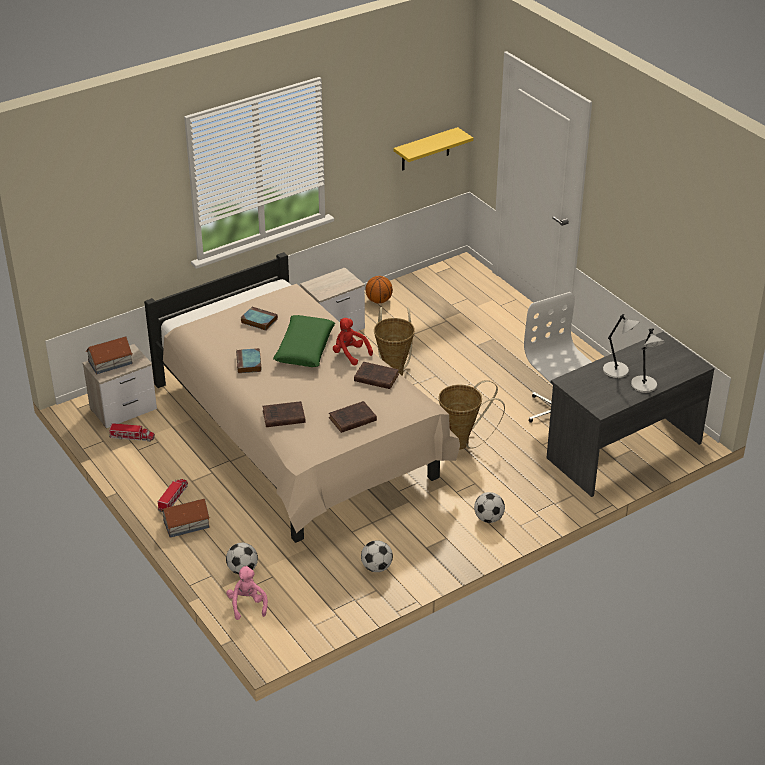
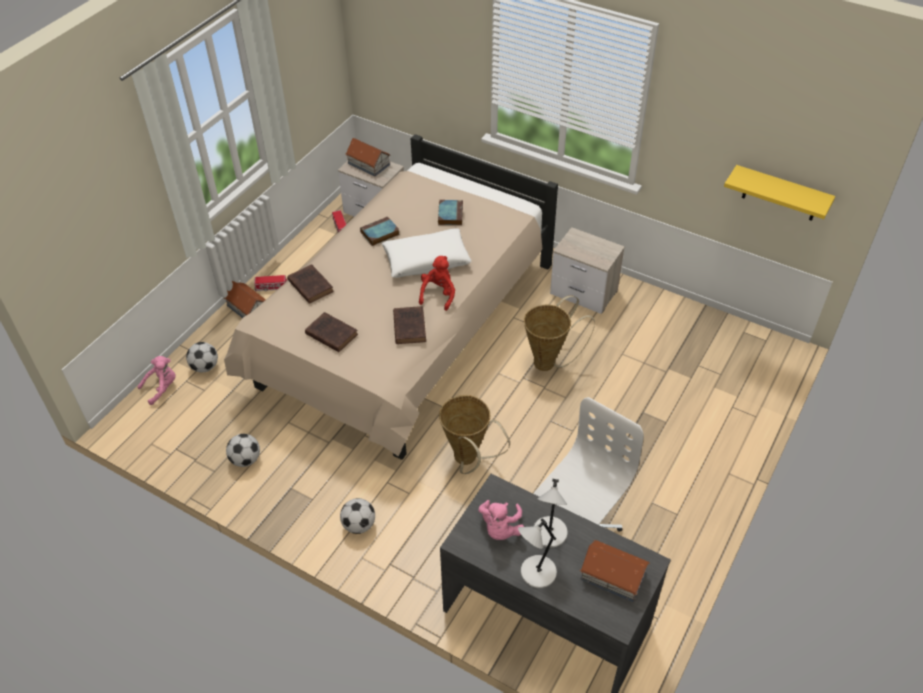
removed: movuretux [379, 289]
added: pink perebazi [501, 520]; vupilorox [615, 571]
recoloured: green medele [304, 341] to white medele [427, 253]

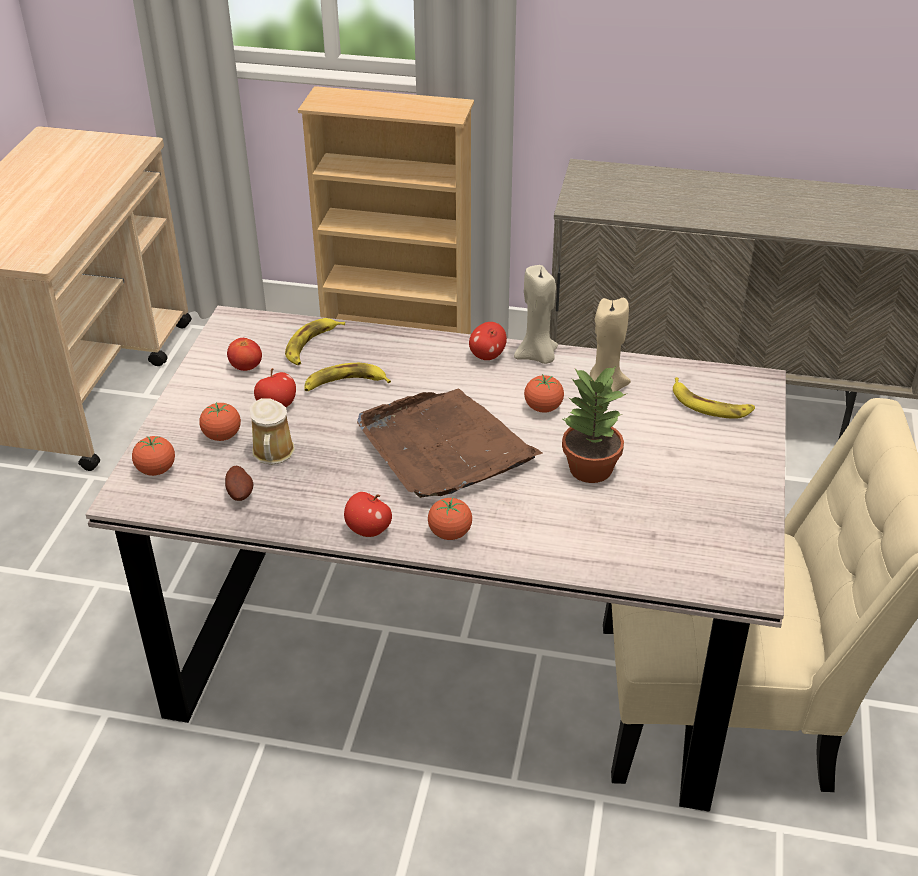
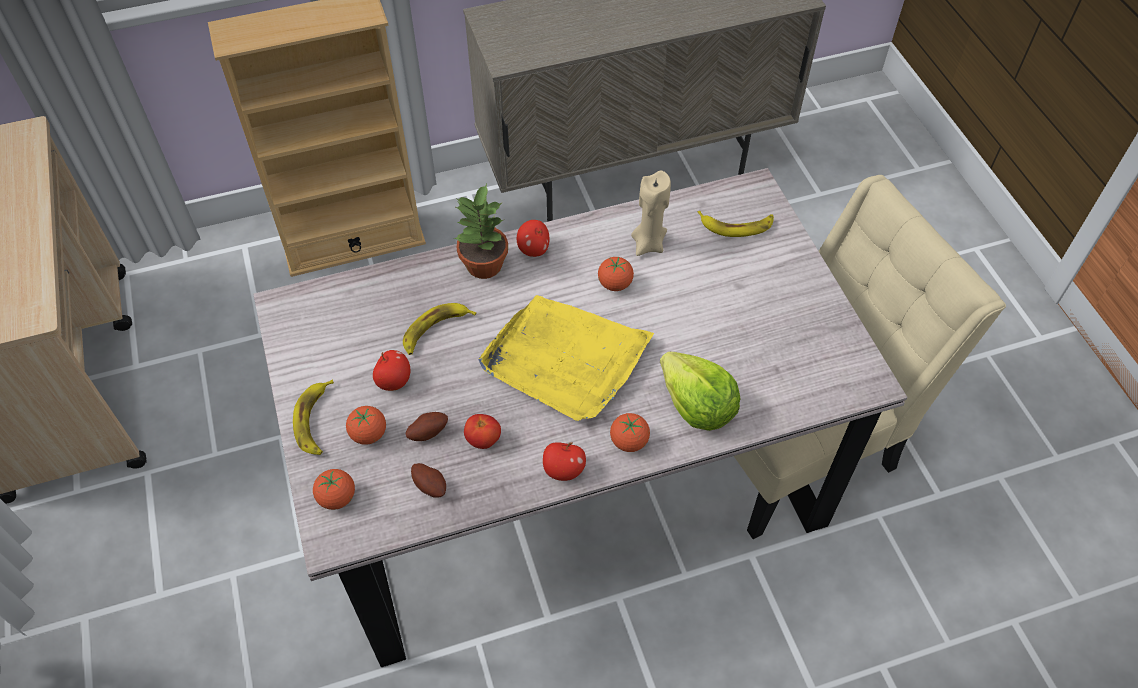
removed: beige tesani [536, 314]
added: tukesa [700, 391]
moved: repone [244, 354] to [482, 431]; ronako [315, 341] to [313, 417]; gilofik [594, 424] to [481, 231]
replaced: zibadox [272, 431] to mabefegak [427, 426]
recoloured: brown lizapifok [450, 443] to yellow lizapifok [566, 358]

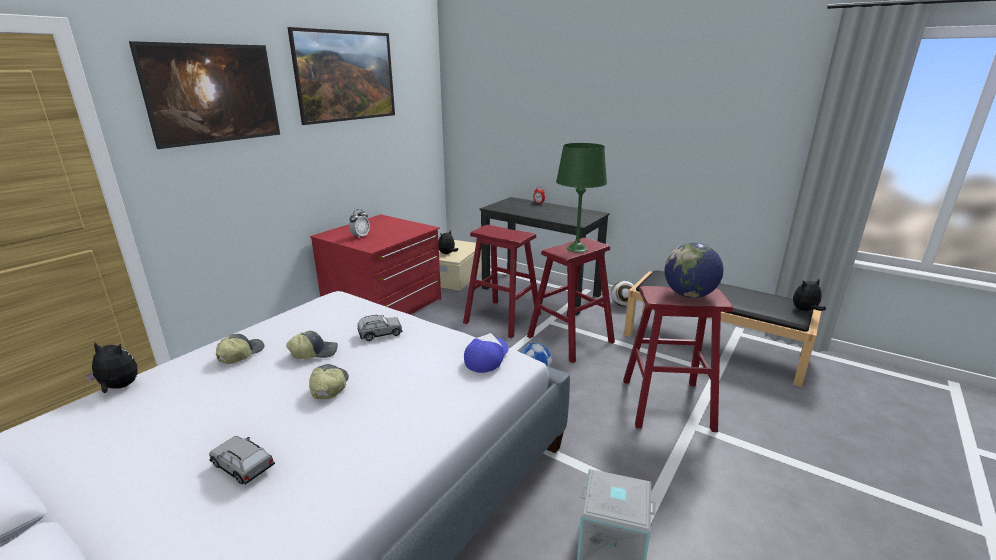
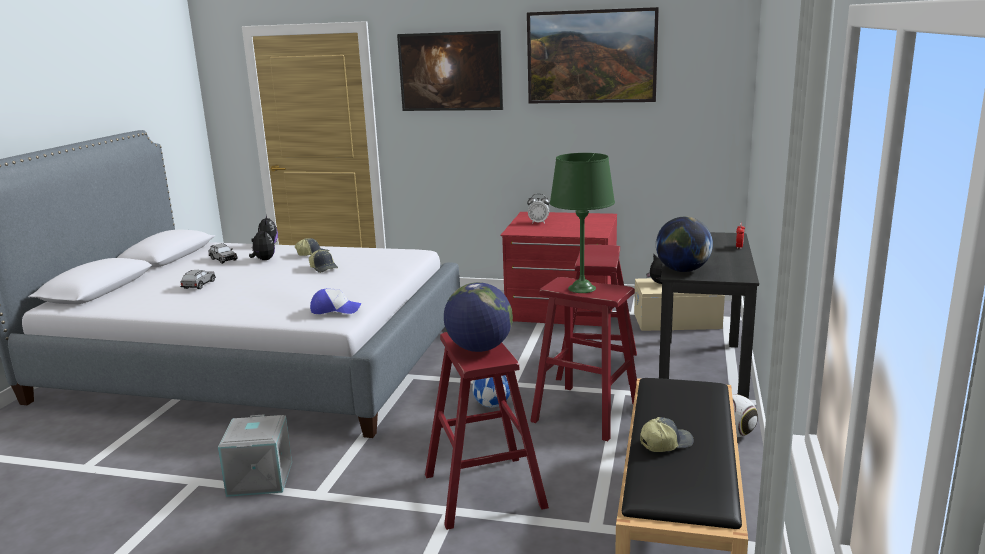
added: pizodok [684, 244]
moved: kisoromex [329, 381] to [667, 434]; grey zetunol [379, 328] to [223, 253]; perebazi [809, 294] to [262, 244]

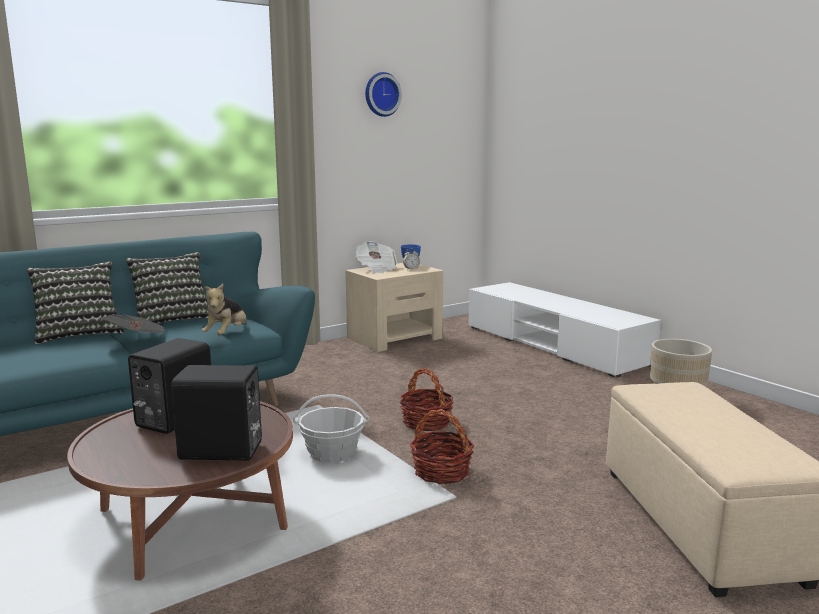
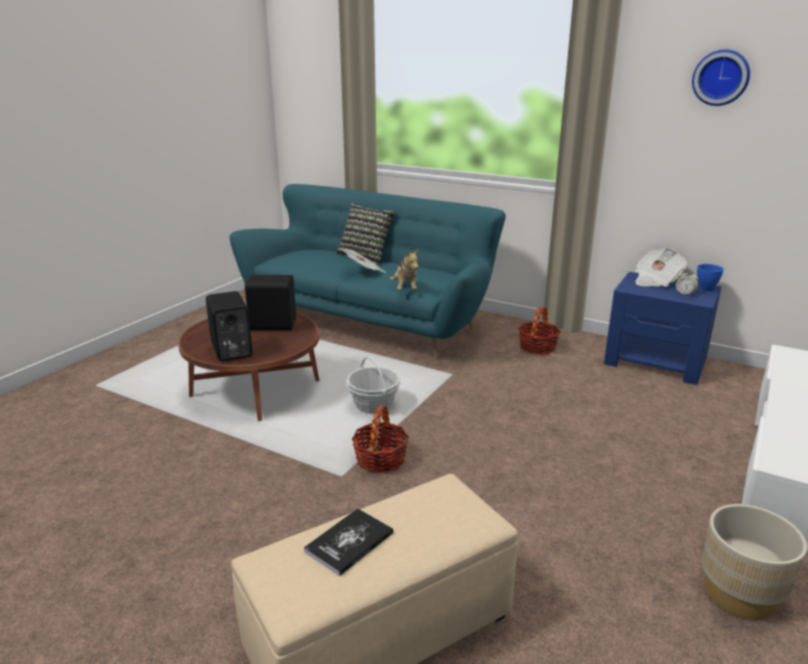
removed: medele [167, 287]
added: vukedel [348, 542]
moved: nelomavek [427, 400] to [539, 330]
recoloured: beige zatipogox [394, 307] to blue zatipogox [663, 328]
turned: perebazi [224, 309] = [404, 269] 90 degrees counterclockwise

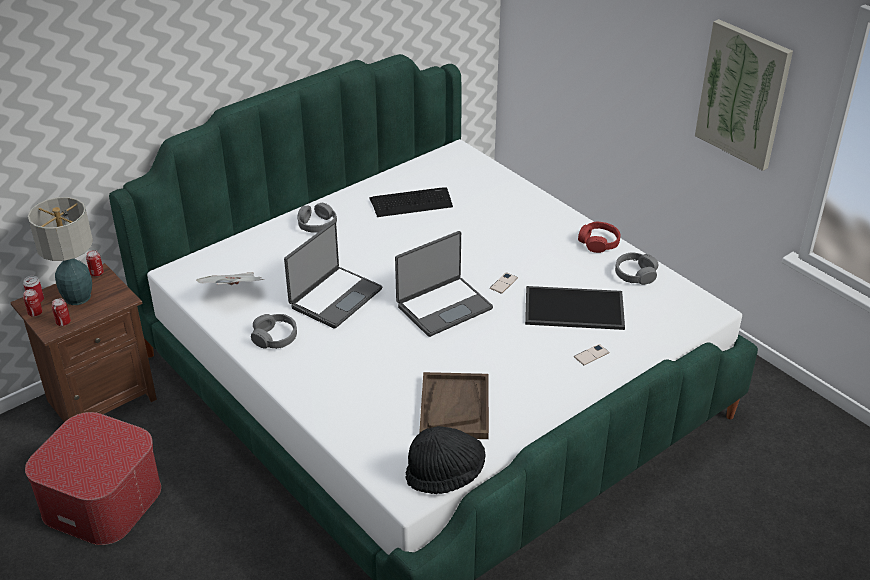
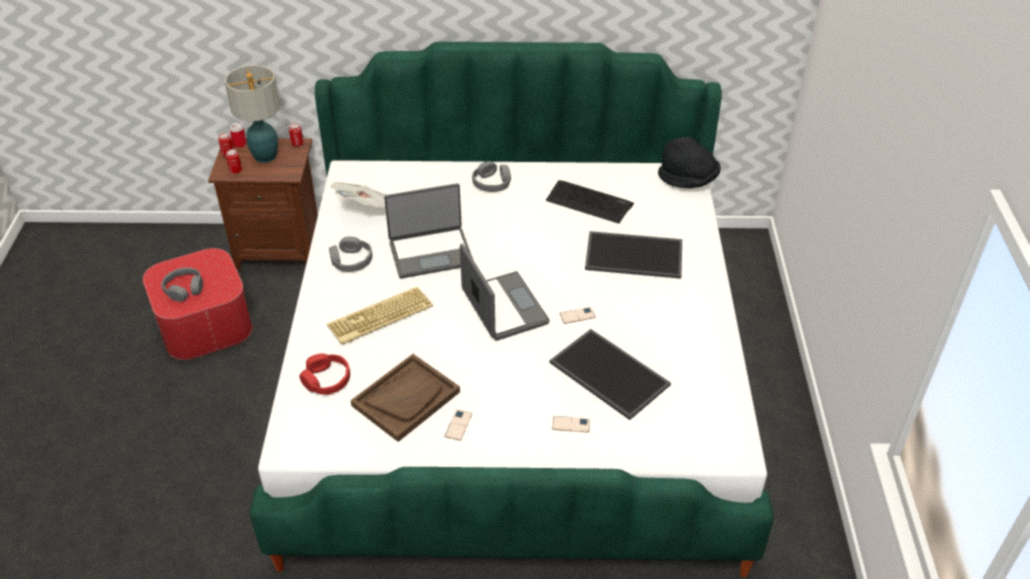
removed: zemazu [744, 95]
added: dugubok [380, 315]; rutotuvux [458, 425]; lizapifok [633, 255]
moved: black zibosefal [445, 460] to [689, 162]; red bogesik [599, 237] to [324, 374]; grey bogesik [636, 268] to [182, 285]
turned: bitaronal [444, 284] = [505, 292] 120 degrees counterclockwise

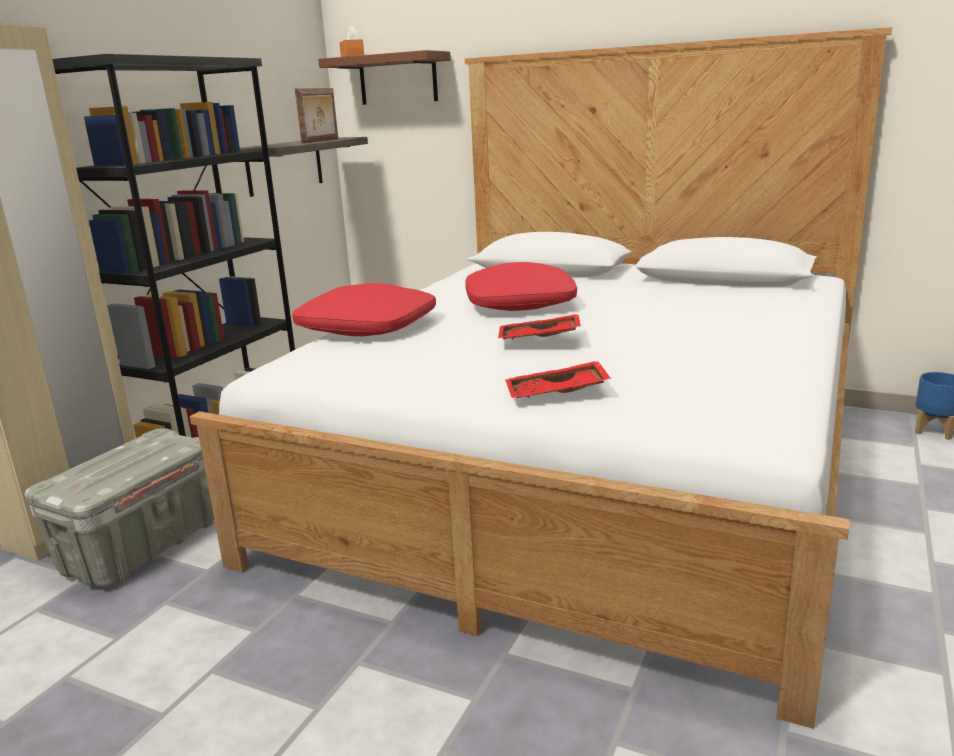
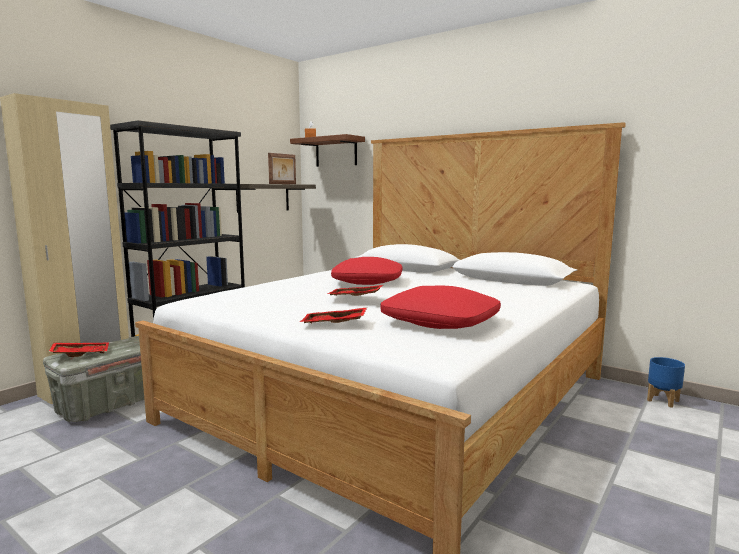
added: red lizapifok [79, 349]
moved: red medele [364, 309] to [440, 307]

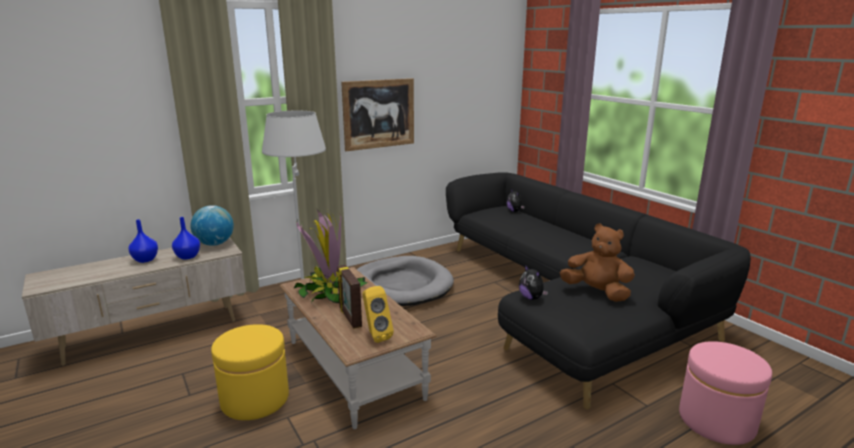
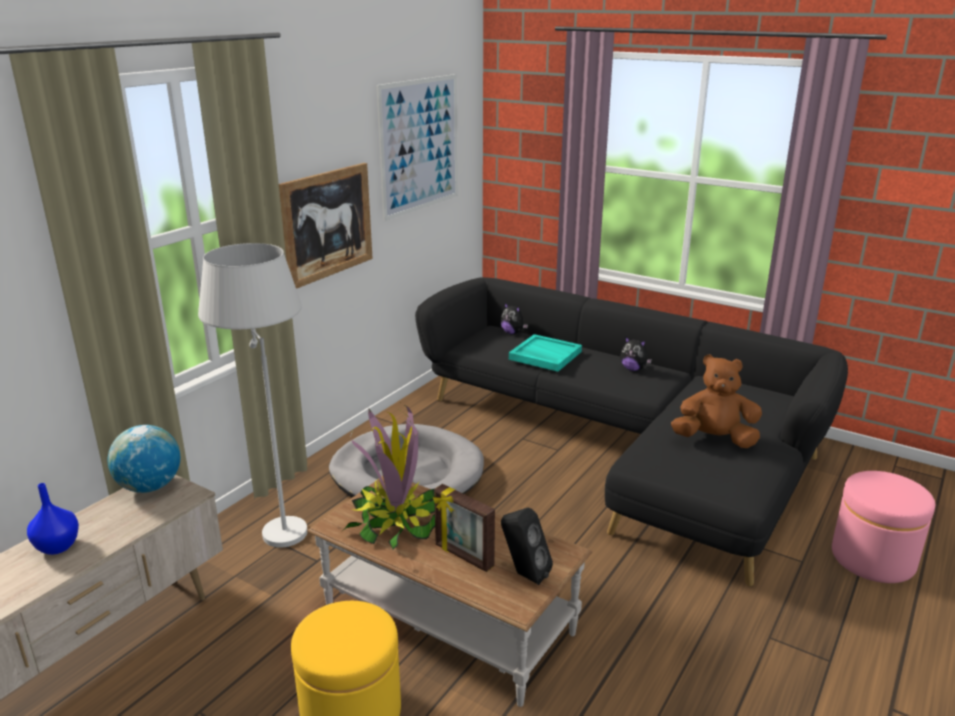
removed: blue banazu [186, 238]
added: zemazu [417, 147]; turquoise lizapifok [545, 353]
moved: perebazi [533, 282] to [636, 353]
recoloured: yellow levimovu [378, 314] to black levimovu [527, 546]

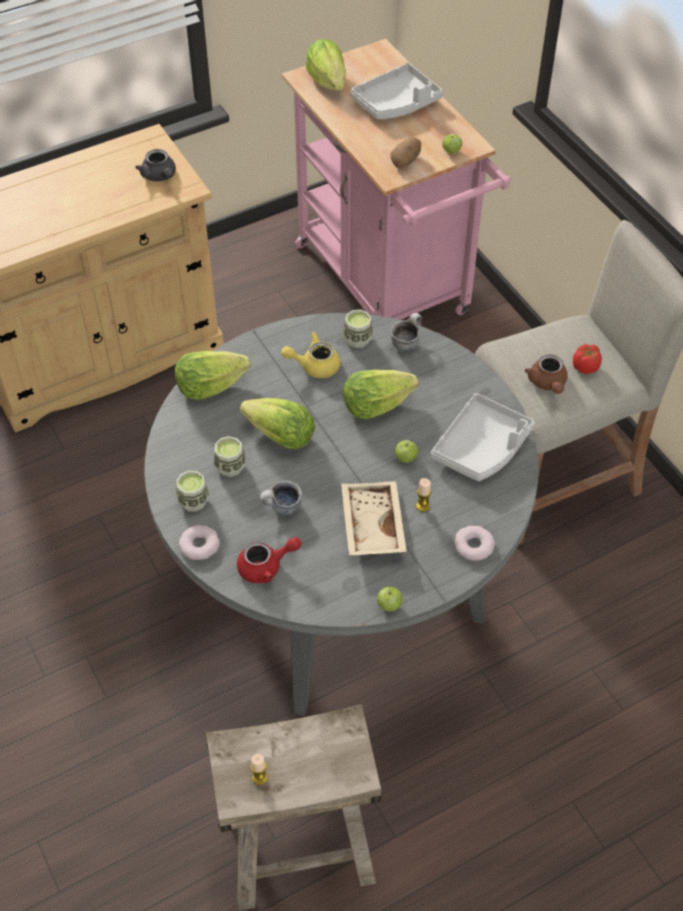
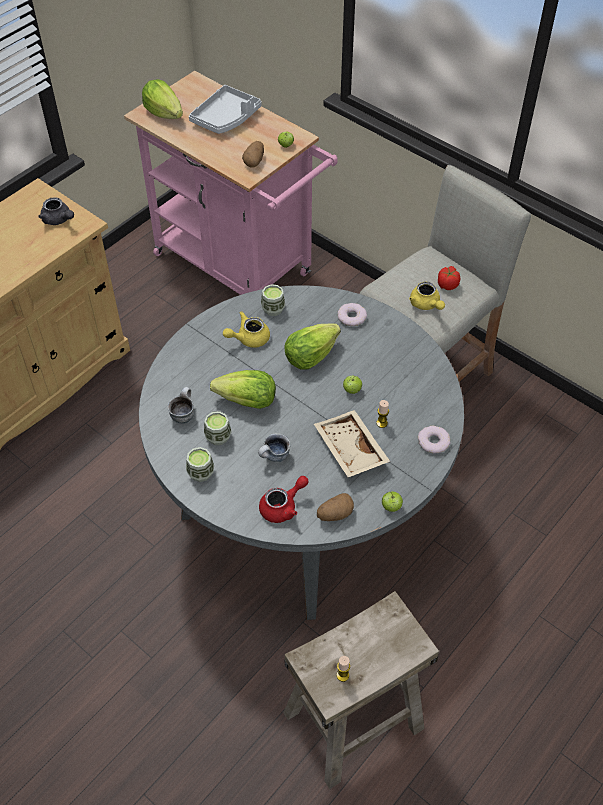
removed: tukesa [212, 375]; grey lizapifok [483, 437]
added: mabefegak [335, 507]
moved: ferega [199, 542] to [352, 314]; zibadox [406, 332] to [181, 405]
recoloured: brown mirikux [546, 374] to yellow mirikux [427, 296]

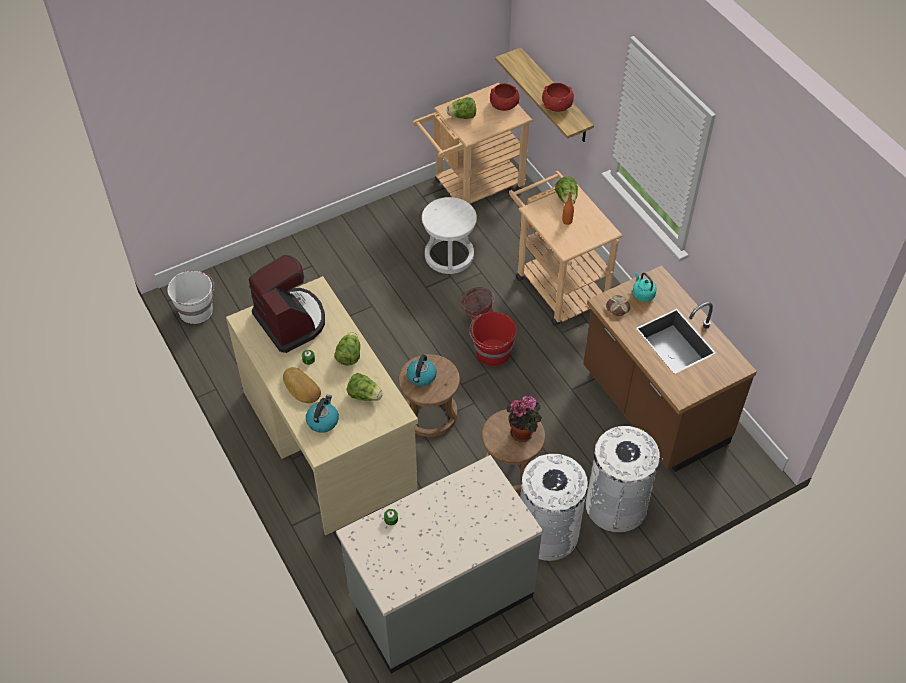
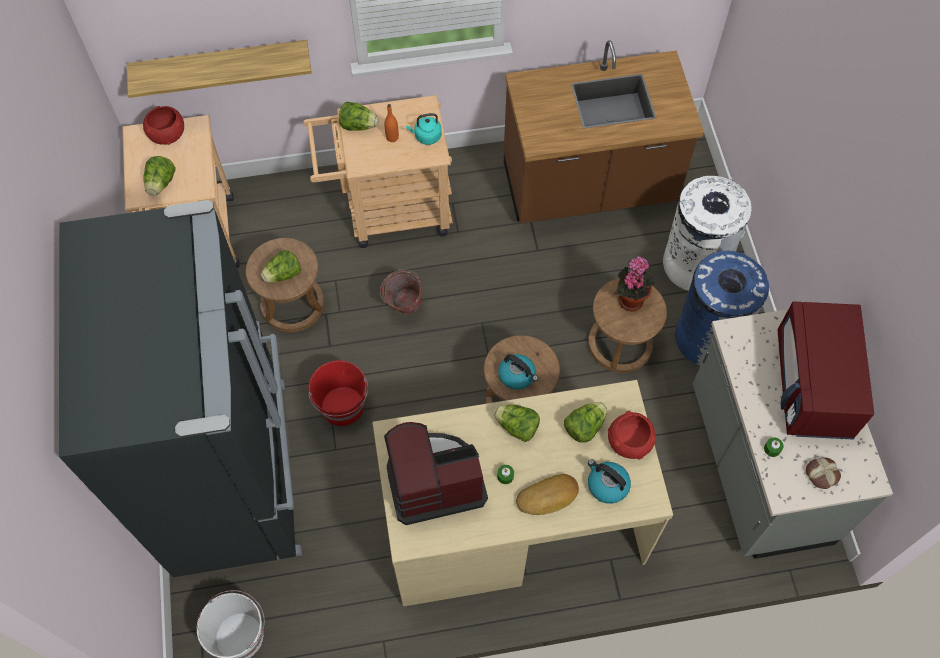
added: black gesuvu [180, 388]; tukesa [281, 266]; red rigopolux [825, 370]
moved: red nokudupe [493, 339] to [338, 393]; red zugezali [558, 97] to [632, 435]; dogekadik [618, 305] to [823, 473]; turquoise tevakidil [645, 287] to [424, 129]
recoloured: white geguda [449, 235] to brown geguda [285, 285]; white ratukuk [554, 507] to blue ratukuk [722, 308]

